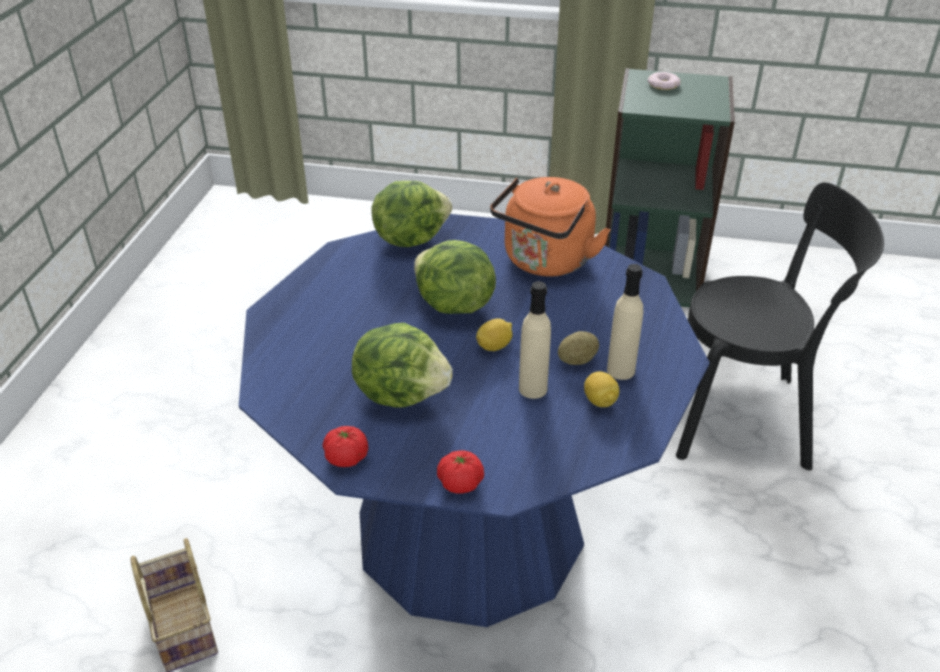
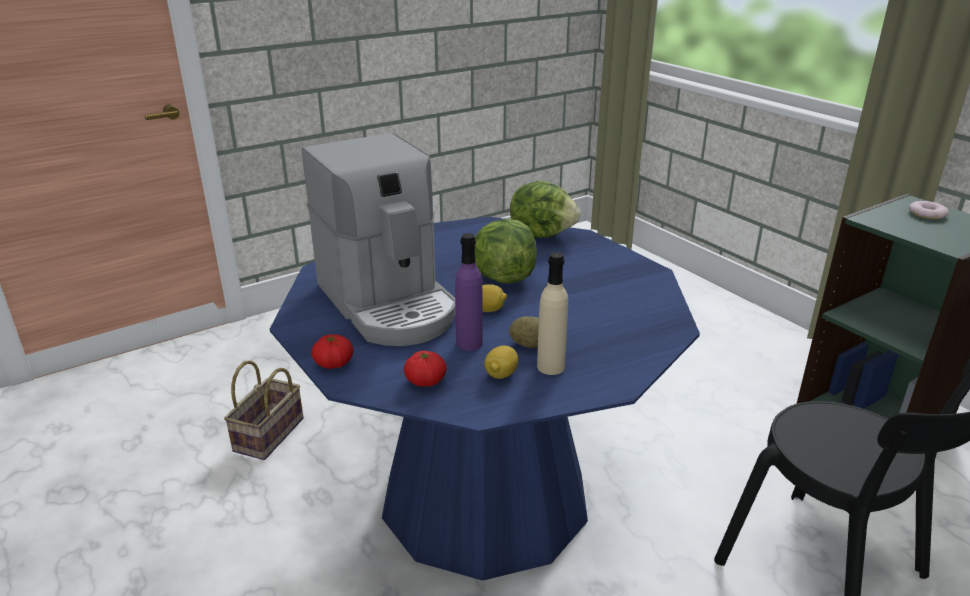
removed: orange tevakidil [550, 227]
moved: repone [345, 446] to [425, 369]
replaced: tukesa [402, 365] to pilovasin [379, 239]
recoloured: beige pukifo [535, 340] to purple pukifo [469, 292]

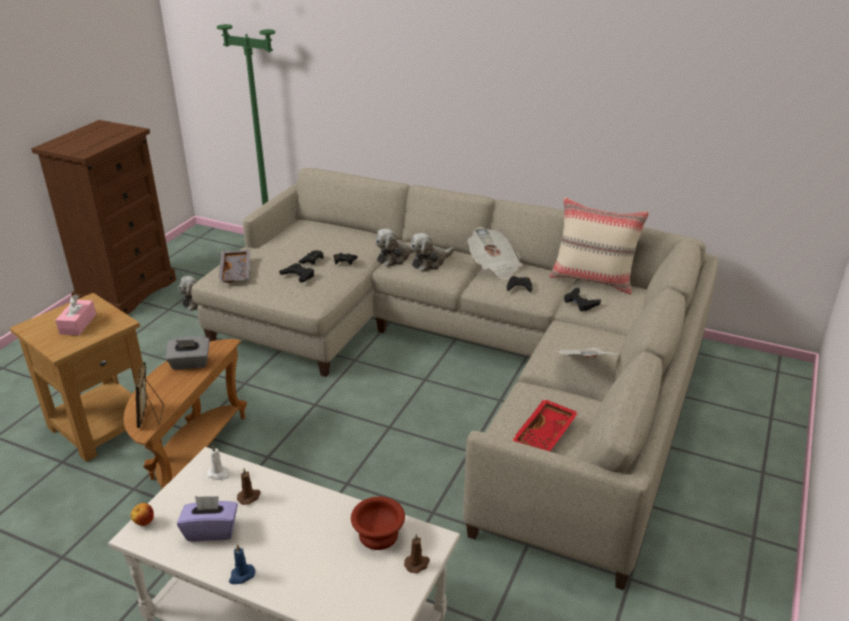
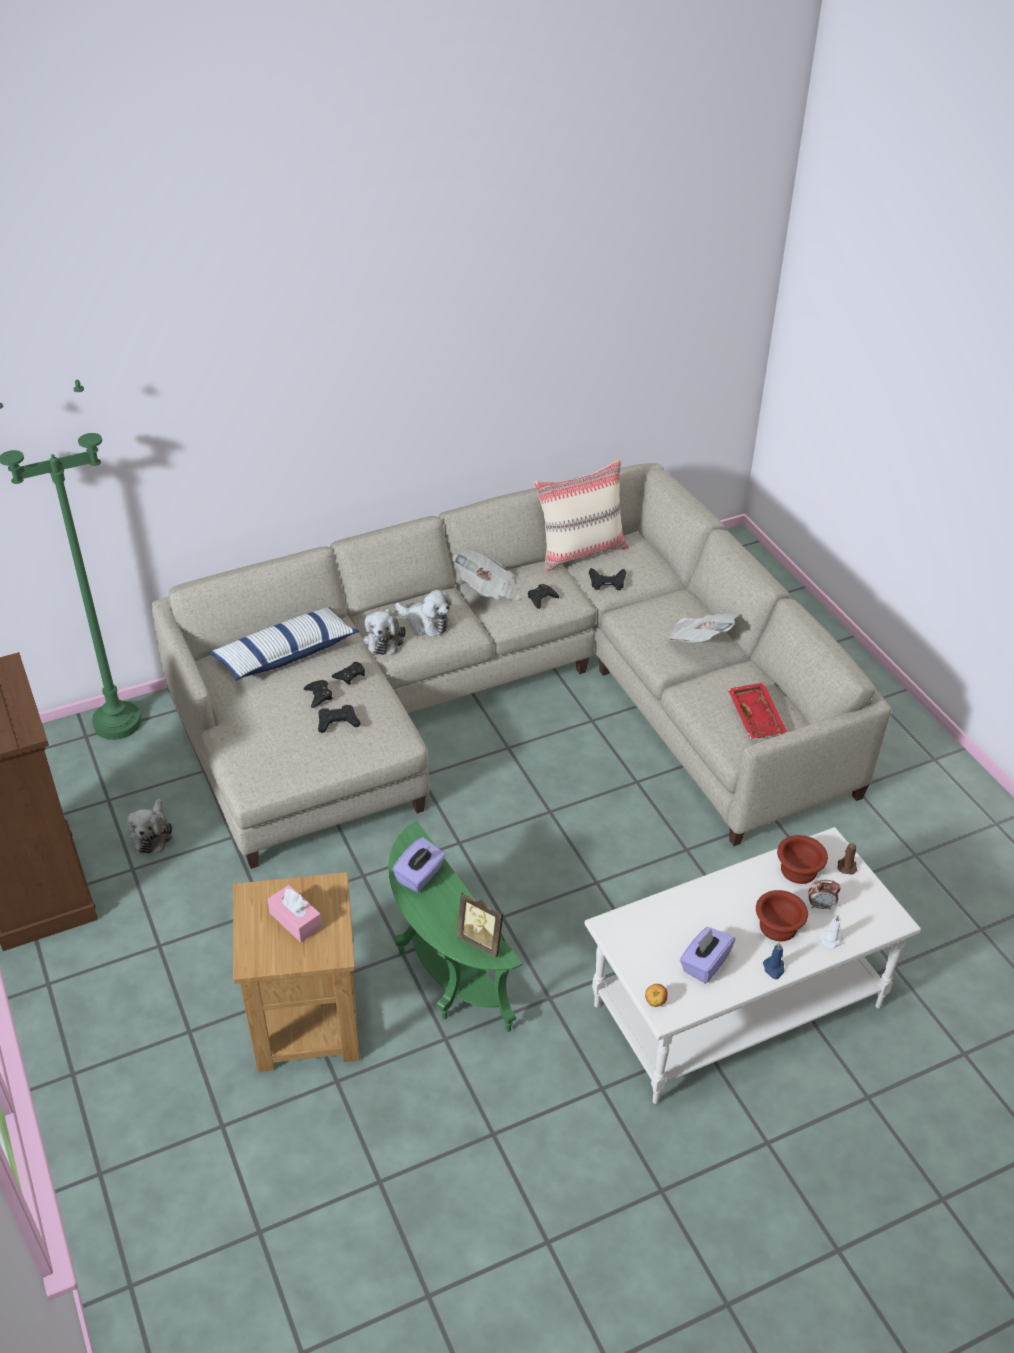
removed: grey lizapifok [234, 266]; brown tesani [249, 486]
added: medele [284, 644]; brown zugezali [782, 915]; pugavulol [824, 895]
moved: white tesani [218, 462] to [832, 932]
recoloured: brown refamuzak [185, 414] to green refamuzak [455, 926]; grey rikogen [188, 353] to purple rikogen [418, 864]
turned: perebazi [432, 252] = [423, 613] 60 degrees counterclockwise

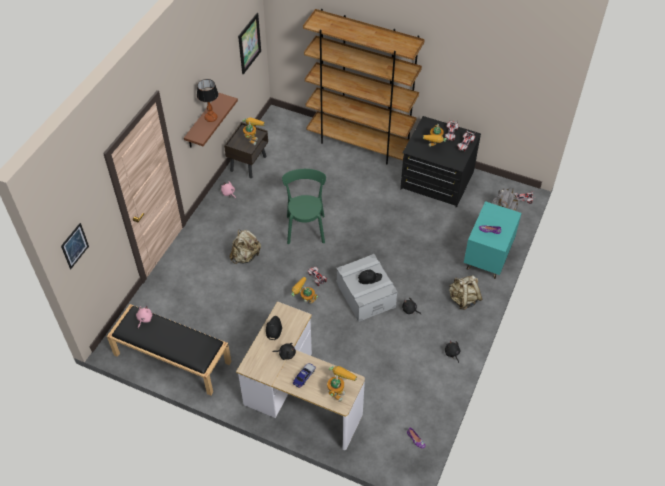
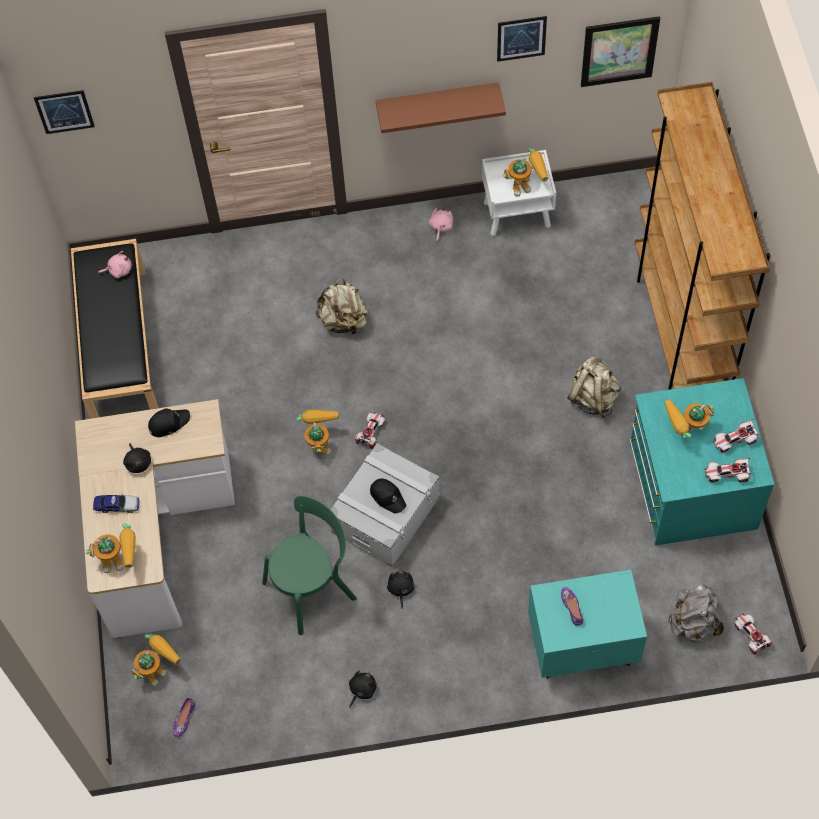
removed: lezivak [208, 100]
added: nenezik [156, 660]; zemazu [522, 39]
moved: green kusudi [304, 206] to [309, 565]; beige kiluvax [465, 292] to [594, 387]
recoloured: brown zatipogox [246, 150] to white zatipogox [519, 193]; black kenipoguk [440, 162] to turquoise kenipoguk [701, 461]

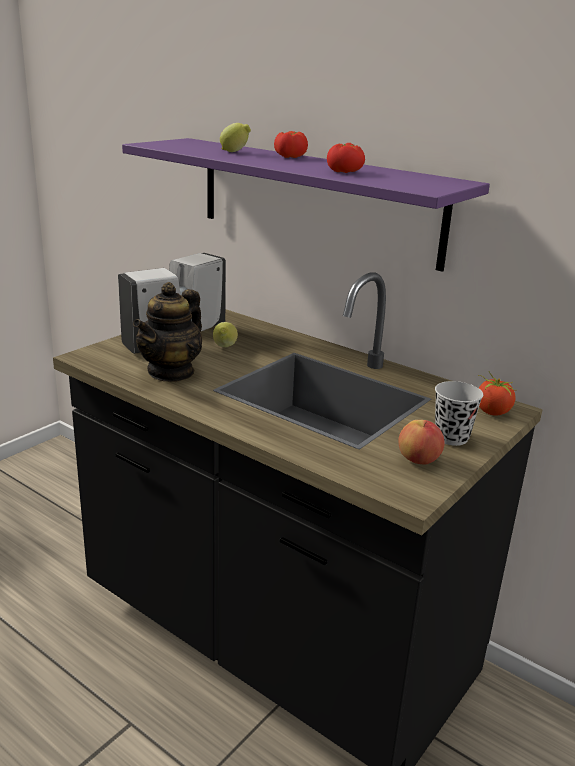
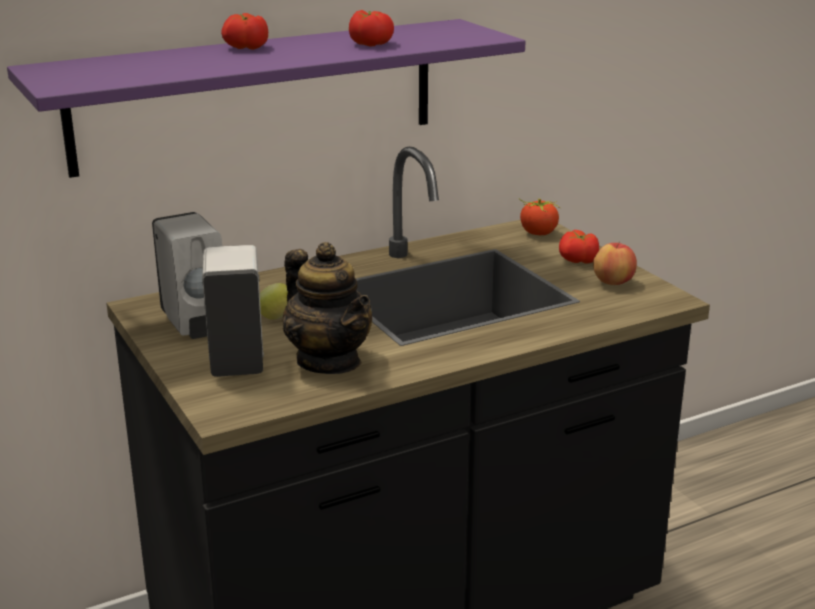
removed: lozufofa [235, 137]
replaced: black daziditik [459, 413] to repone [579, 246]

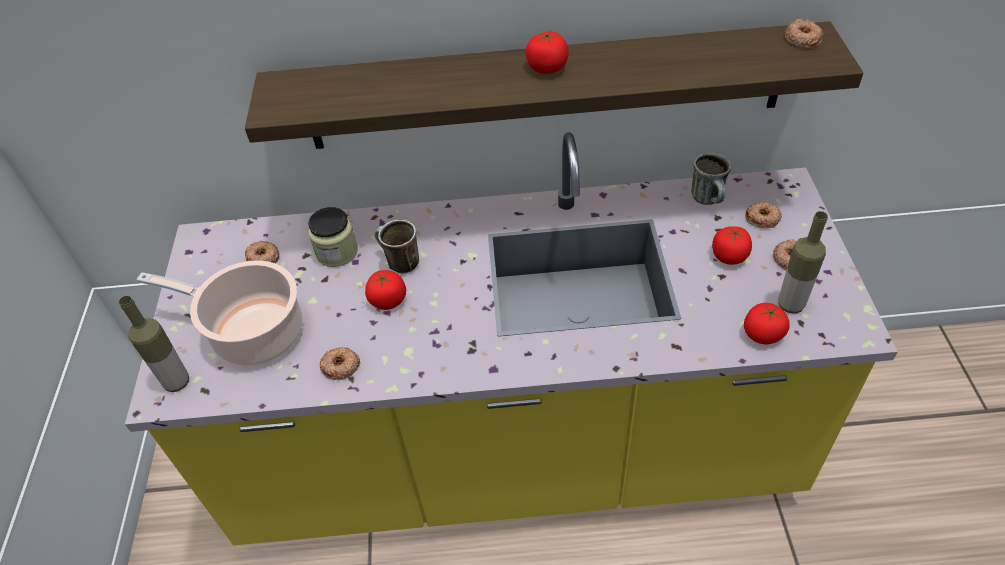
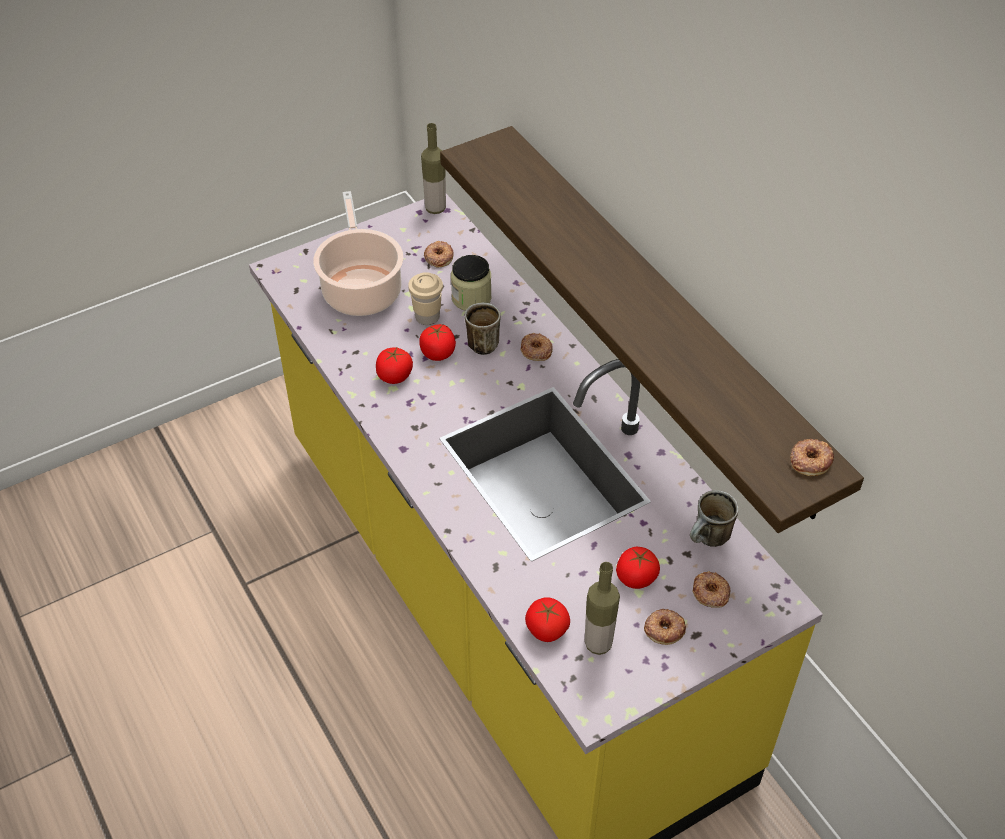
added: beige daziditik [425, 298]
moved: pukifo [154, 343] to [433, 168]; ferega [340, 363] to [536, 347]; repone [547, 52] to [394, 365]

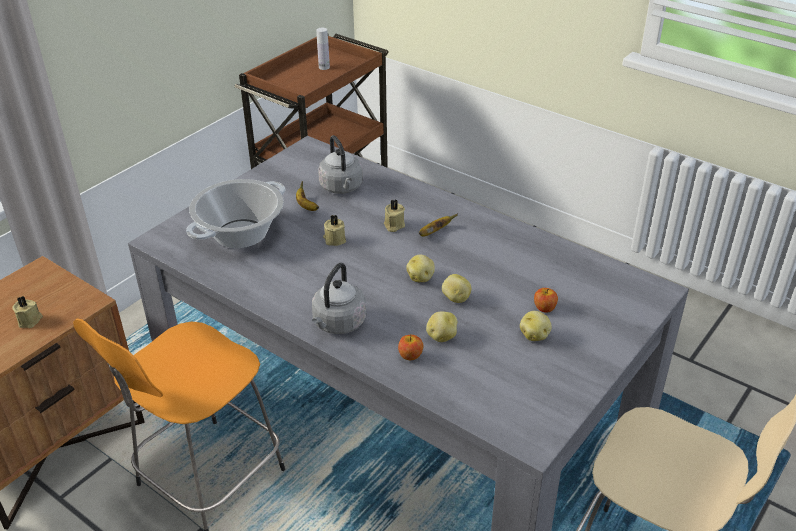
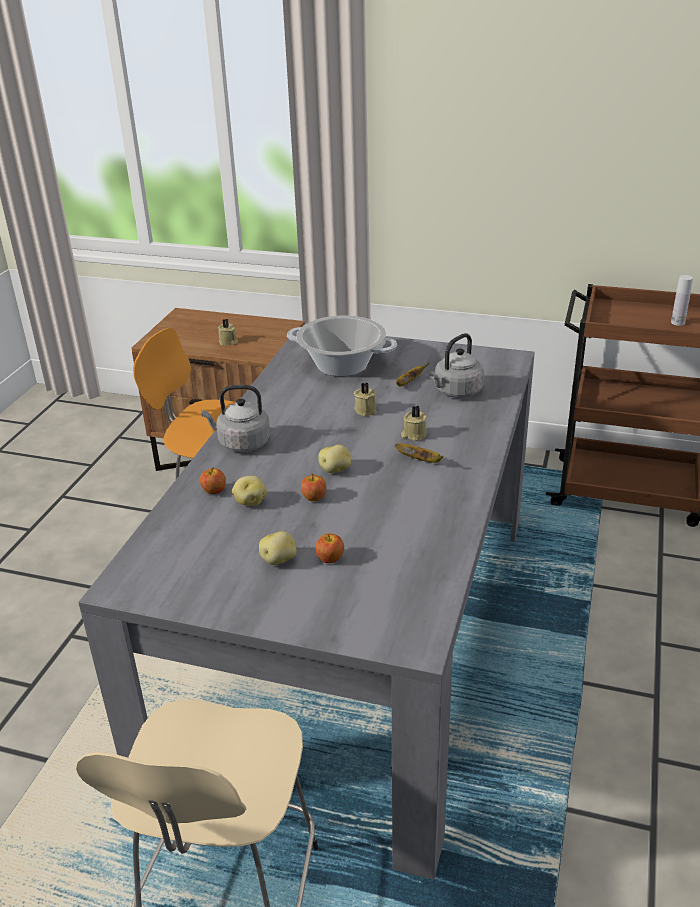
replaced: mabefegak [456, 288] to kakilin [313, 487]

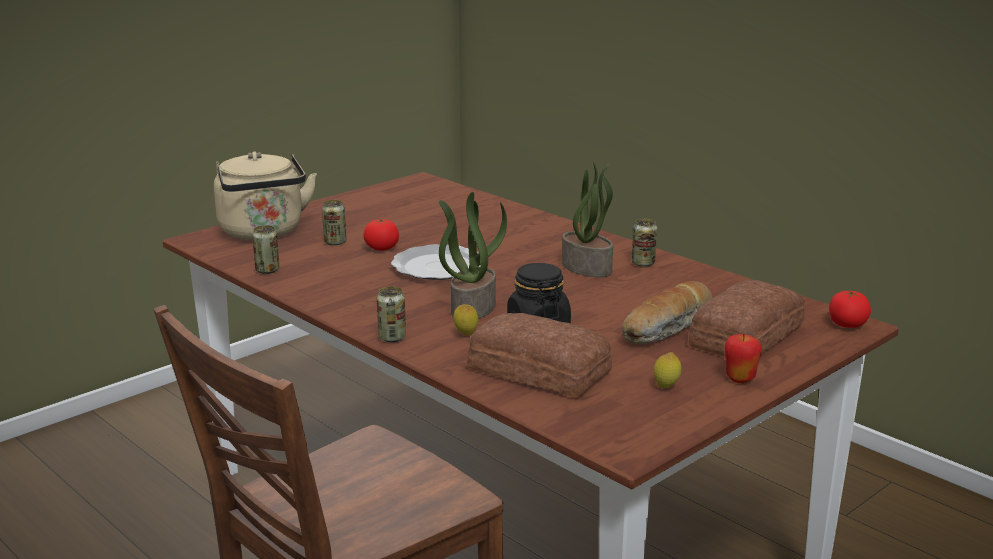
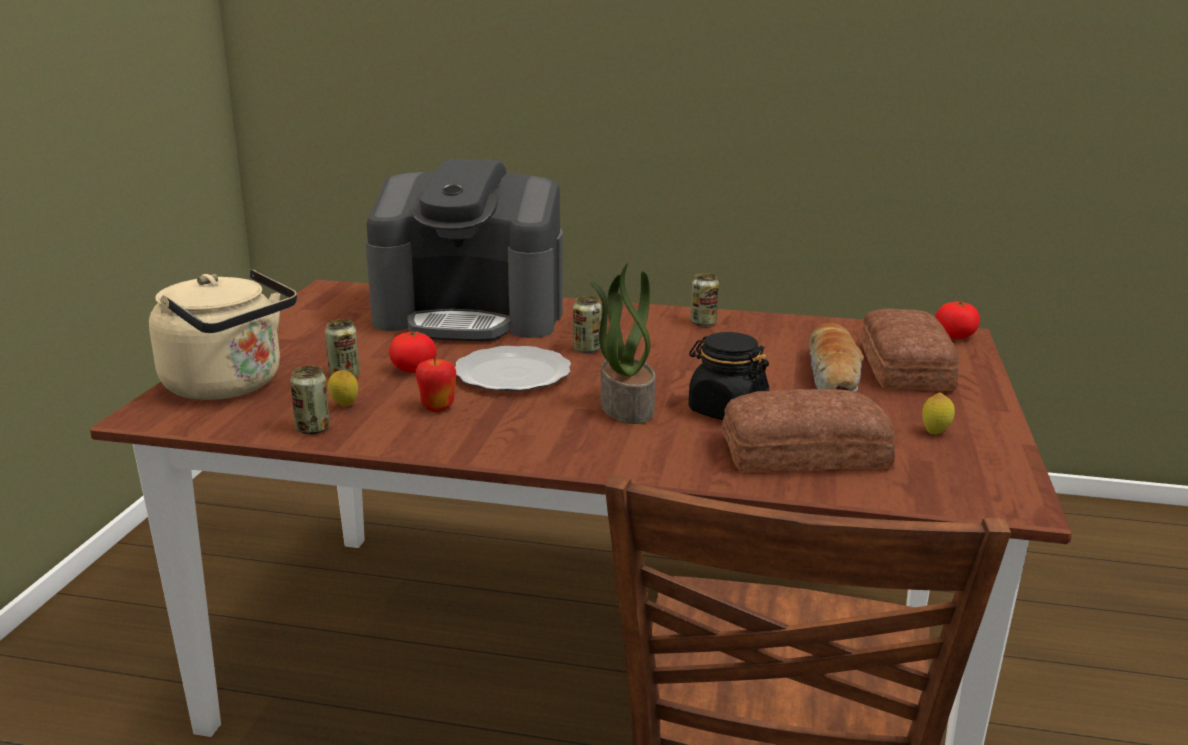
removed: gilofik [587, 219]
added: pilovasin [464, 250]
moved: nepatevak [391, 314] to [587, 324]; lozufofa [466, 319] to [343, 388]; kakilin [743, 358] to [435, 384]

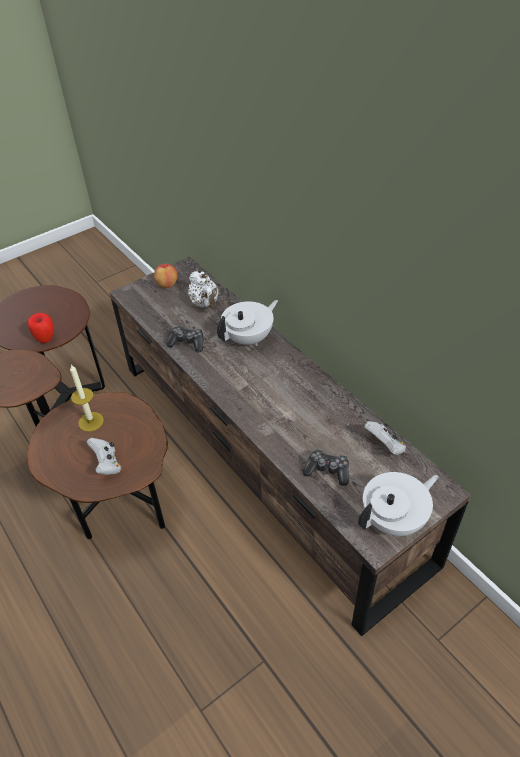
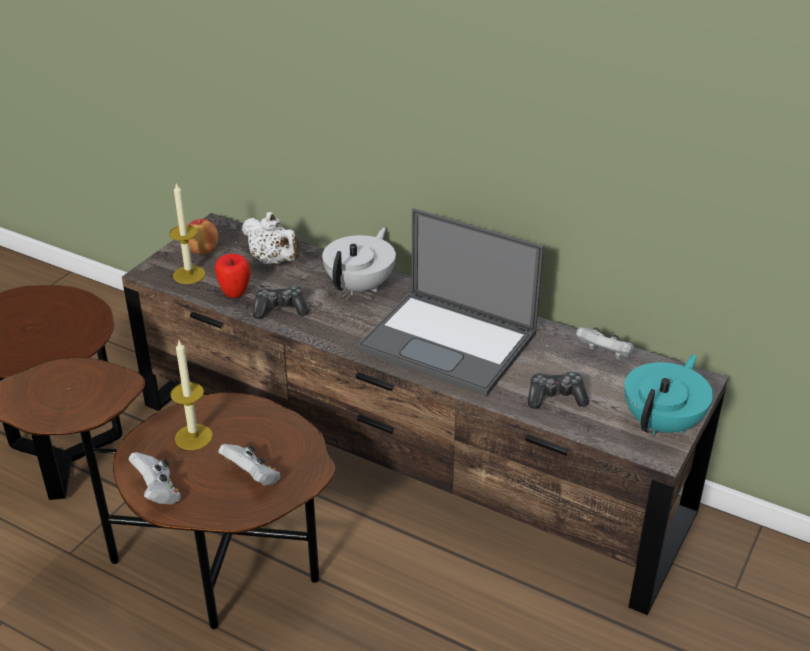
added: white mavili [155, 478]; tesani [187, 233]; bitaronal [450, 302]
moved: kakilin [41, 328] to [233, 276]
recoloured: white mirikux [398, 504] to turquoise mirikux [668, 395]

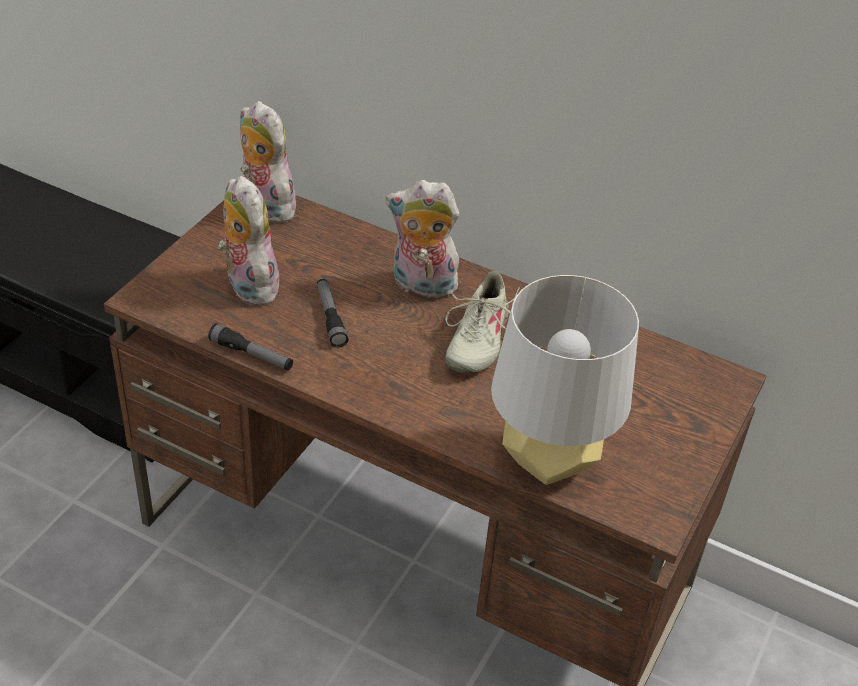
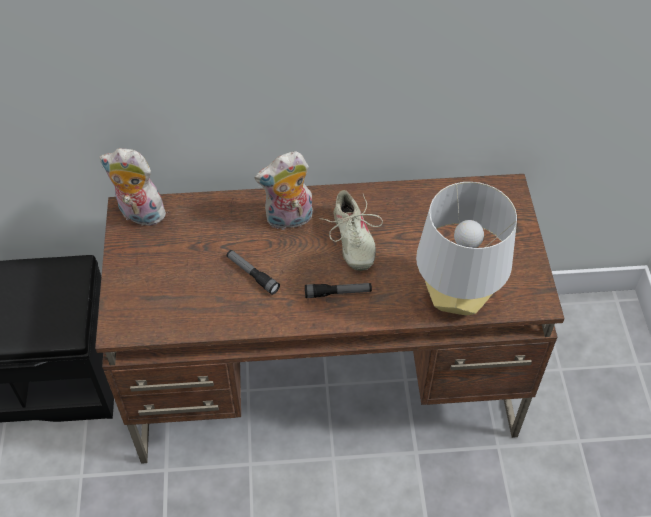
removed: perebazi [248, 240]
moved: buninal [250, 346] to [338, 290]

